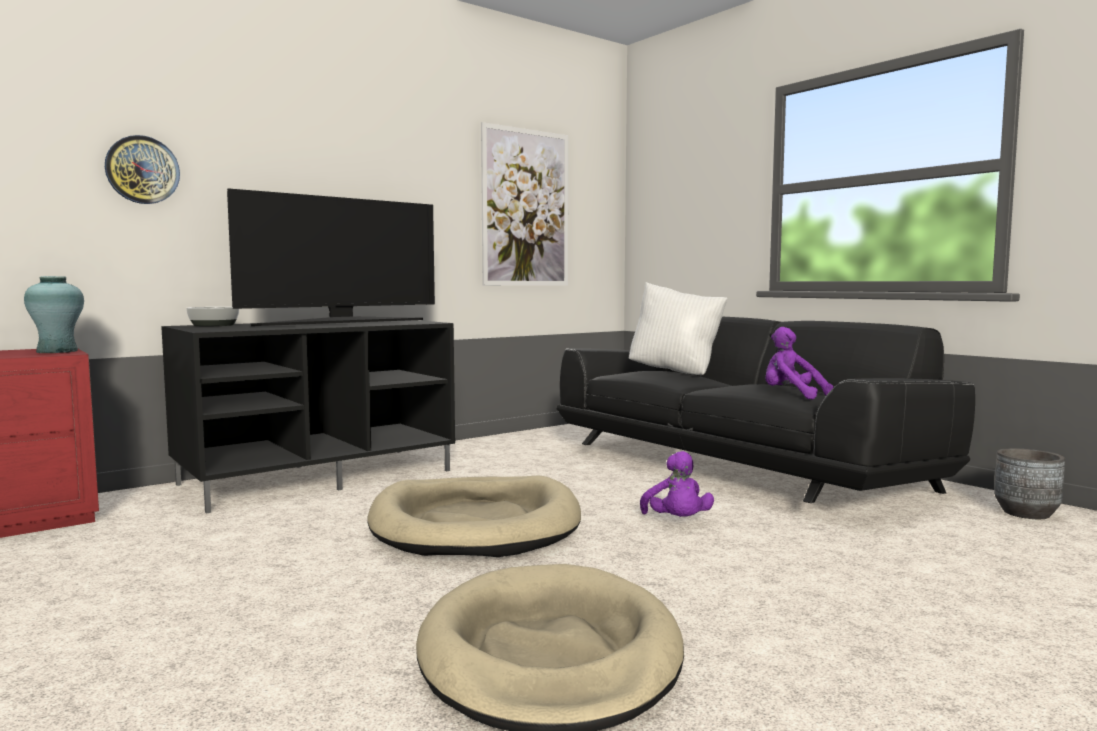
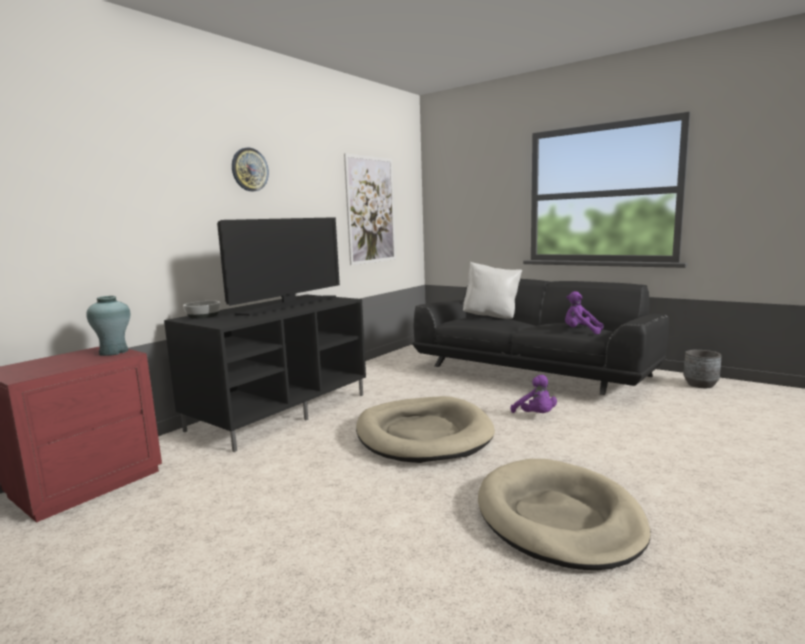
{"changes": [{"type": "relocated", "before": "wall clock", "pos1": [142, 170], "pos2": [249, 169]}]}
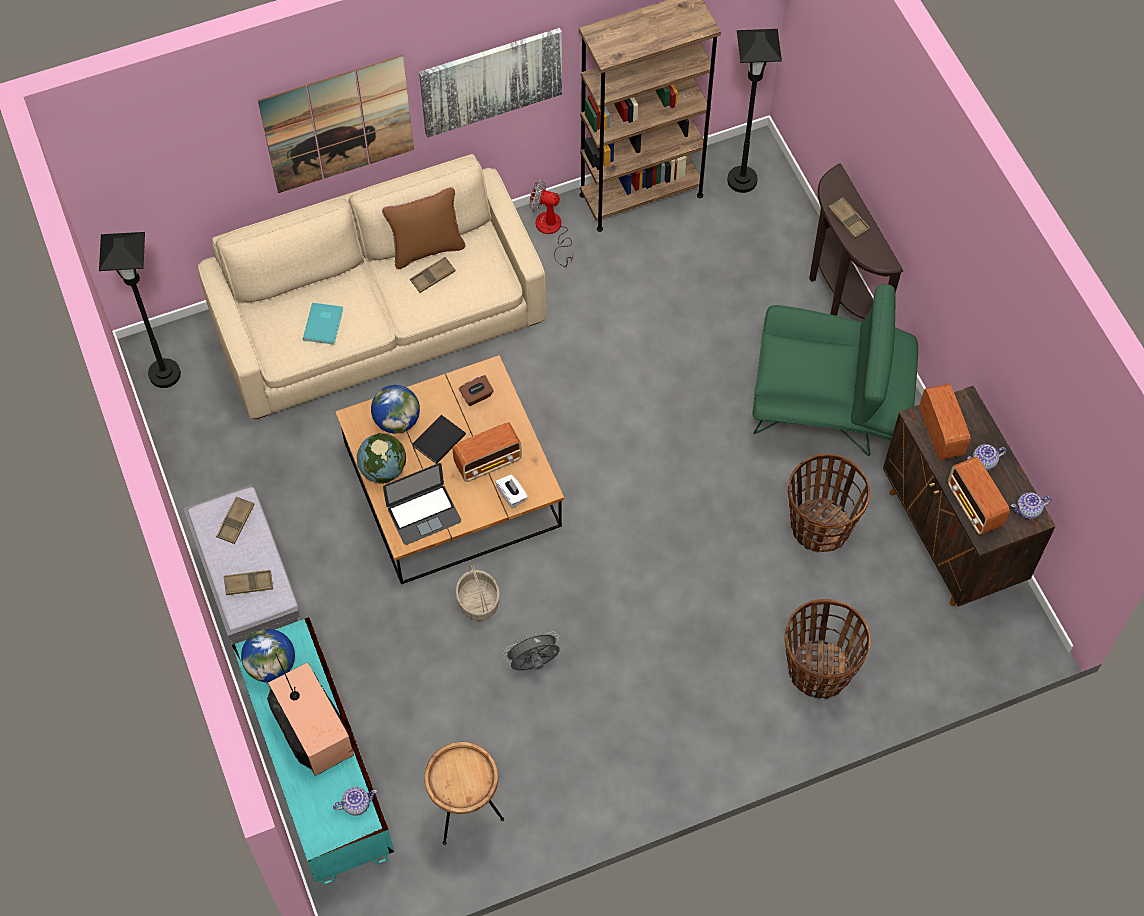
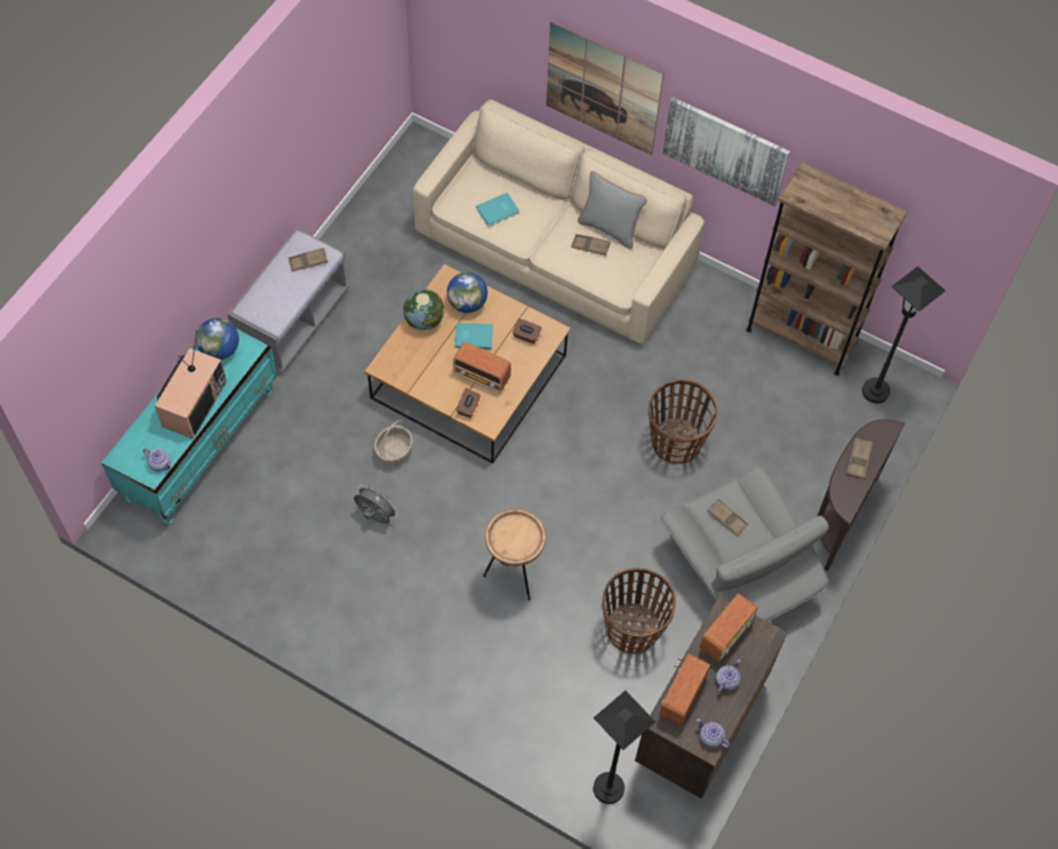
{"changes": [{"type": "missing", "before": "fan", "pos1": [552, 231]}, {"type": "colour", "before": "brown pillow", "after": "grey pillow", "pos1": [426, 249], "pos2": [609, 228]}, {"type": "relocated", "before": "black floor lamp", "pos1": [164, 374], "pos2": [608, 788]}, {"type": "colour", "before": "green armchair", "after": "grey armchair", "pos1": [829, 405], "pos2": [738, 571]}, {"type": "colour", "before": "black book", "after": "turquoise book", "pos1": [437, 440], "pos2": [473, 336]}, {"type": "spun", "before": "teapot", "pos1": [984, 462], "pos2": [726, 681], "turn": 90}, {"type": "missing", "before": "laptop", "pos1": [424, 514]}, {"type": "colour", "before": "white tissue box", "after": "brown tissue box", "pos1": [512, 495], "pos2": [468, 408]}, {"type": "relocated", "before": "brown tray", "pos1": [249, 584], "pos2": [727, 518]}, {"type": "relocated", "before": "basket", "pos1": [818, 670], "pos2": [675, 442]}, {"type": "relocated", "before": "brown side table", "pos1": [466, 815], "pos2": [513, 575]}]}
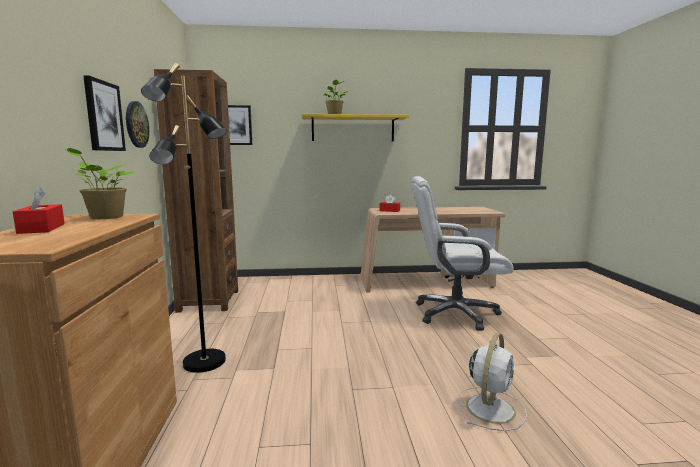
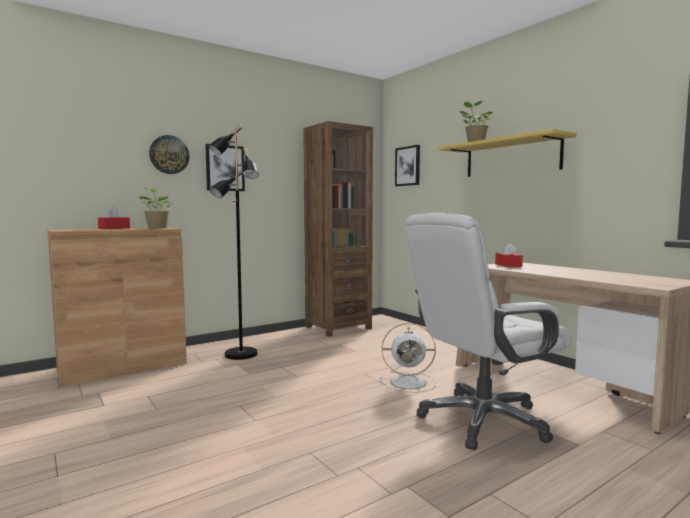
{"changes": [{"type": "relocated", "before": "wall clock", "pos1": [136, 124], "pos2": [169, 154]}, {"type": "spun", "before": "white office chair", "pos1": [454, 313], "pos2": [482, 420], "turn": -90}, {"type": "relocated", "before": "white fan", "pos1": [490, 407], "pos2": [409, 382]}]}
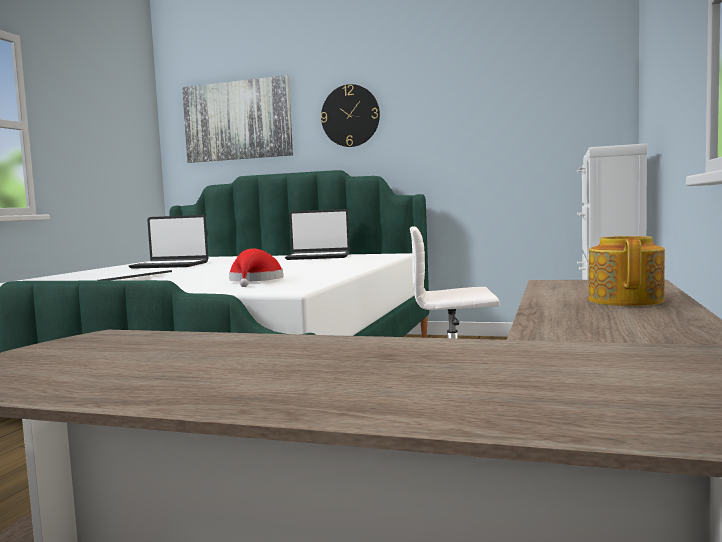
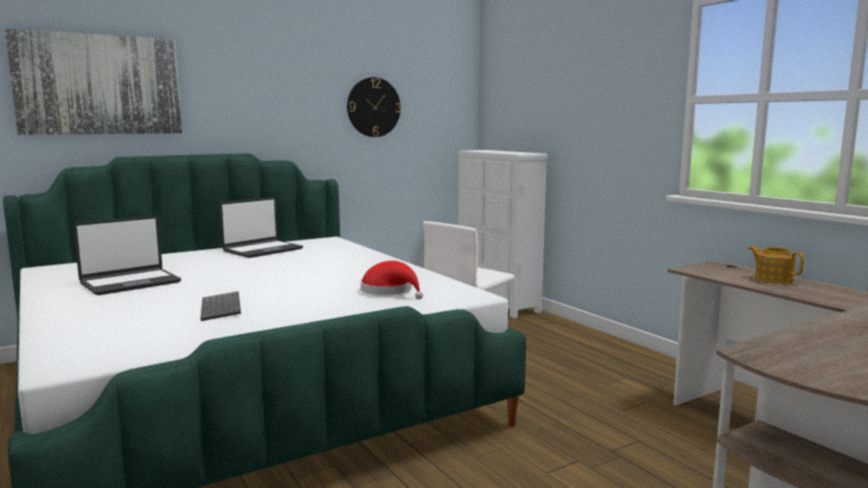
{"changes": [{"type": "relocated", "before": "wall clock", "pos1": [350, 116], "pos2": [373, 107]}]}
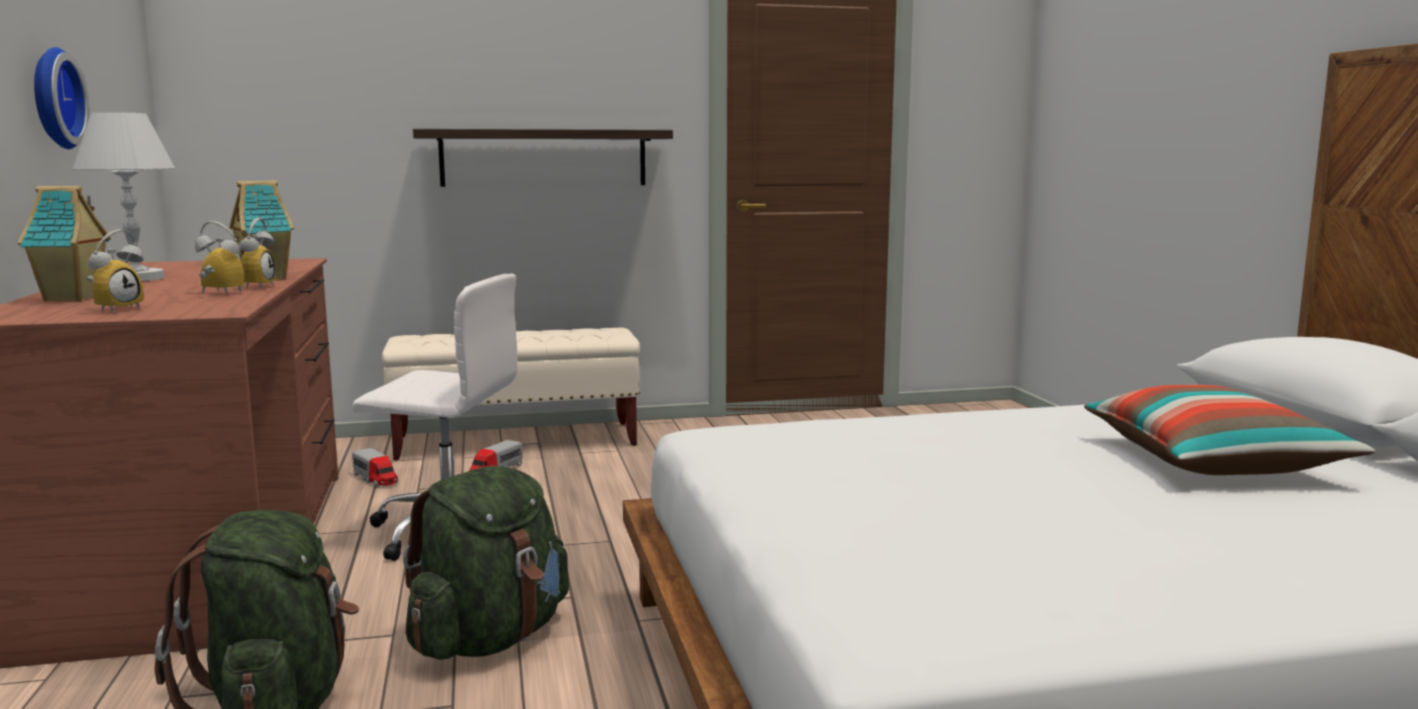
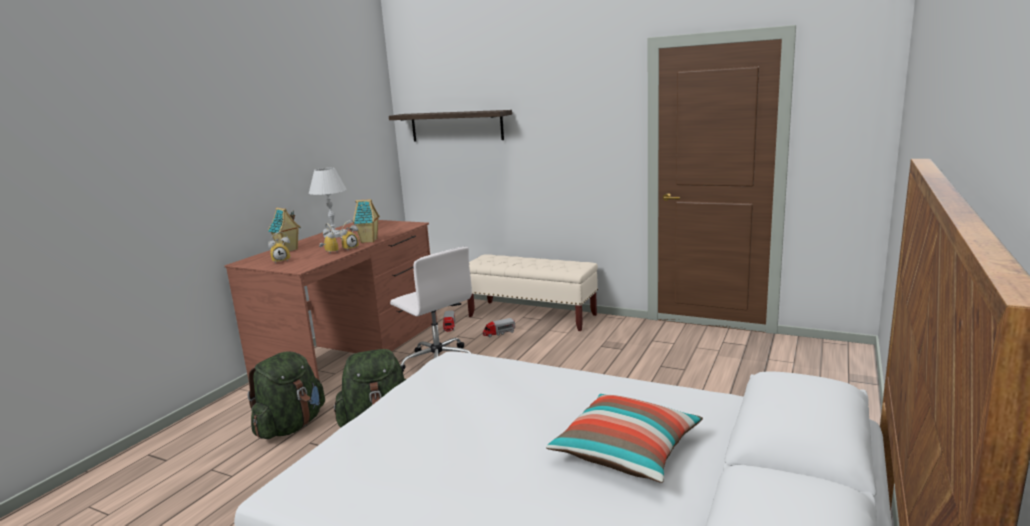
{"changes": [{"type": "missing", "before": "wall clock", "pos1": [51, 98]}, {"type": "relocated", "before": "shelf", "pos1": [544, 158], "pos2": [456, 126]}]}
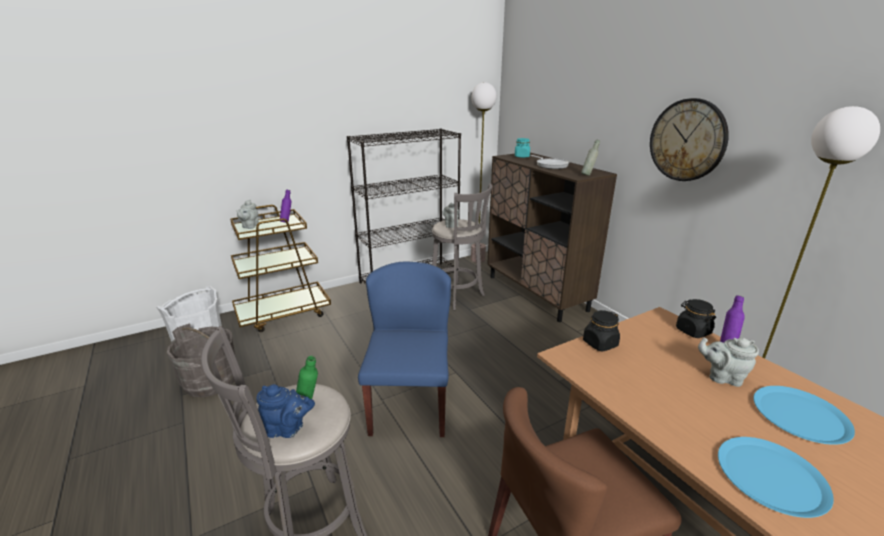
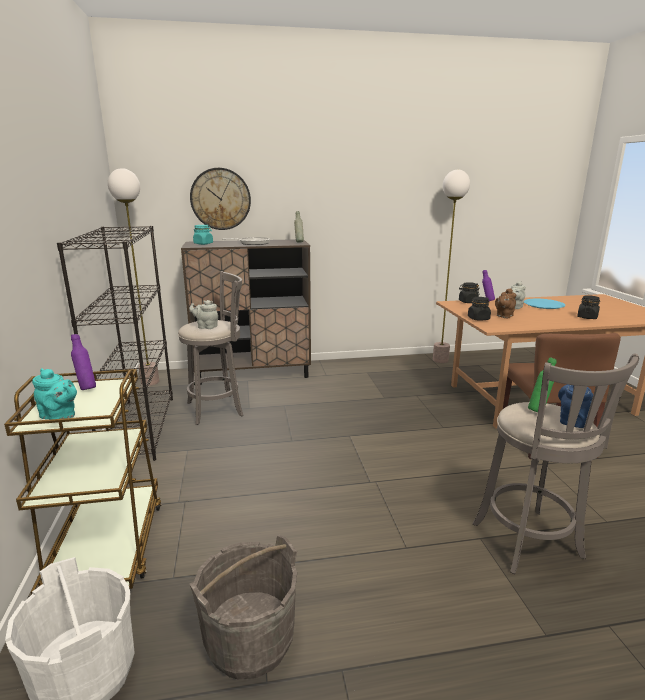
{"changes": [{"type": "relocated", "before": "wall clock", "pos1": [687, 140], "pos2": [220, 199]}, {"type": "colour", "before": "grey teapot", "after": "turquoise teapot", "pos1": [249, 226], "pos2": [60, 416]}, {"type": "missing", "before": "blue chair", "pos1": [409, 404]}, {"type": "exchanged", "before": "blue plate", "after": "black jar", "pos1": [771, 476], "pos2": [587, 317]}, {"type": "appeared", "after": "brown teapot", "pos2": [504, 316]}]}
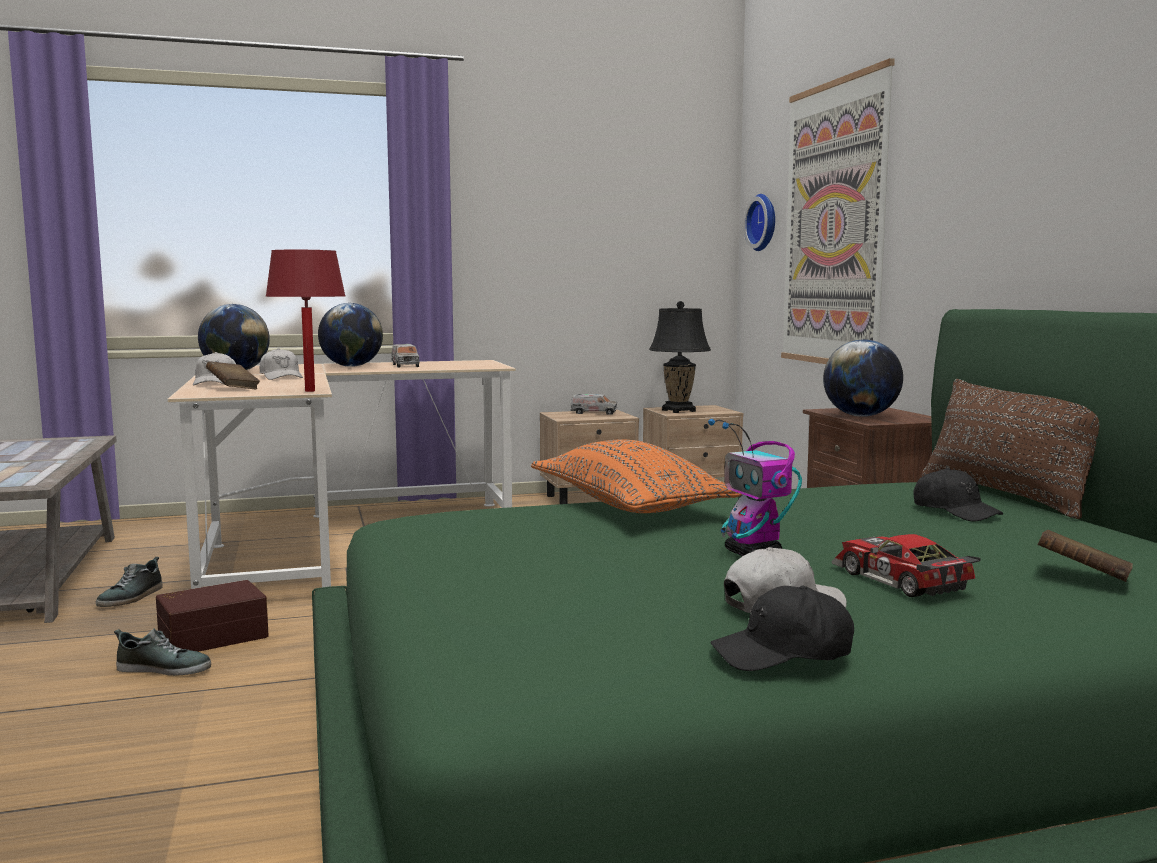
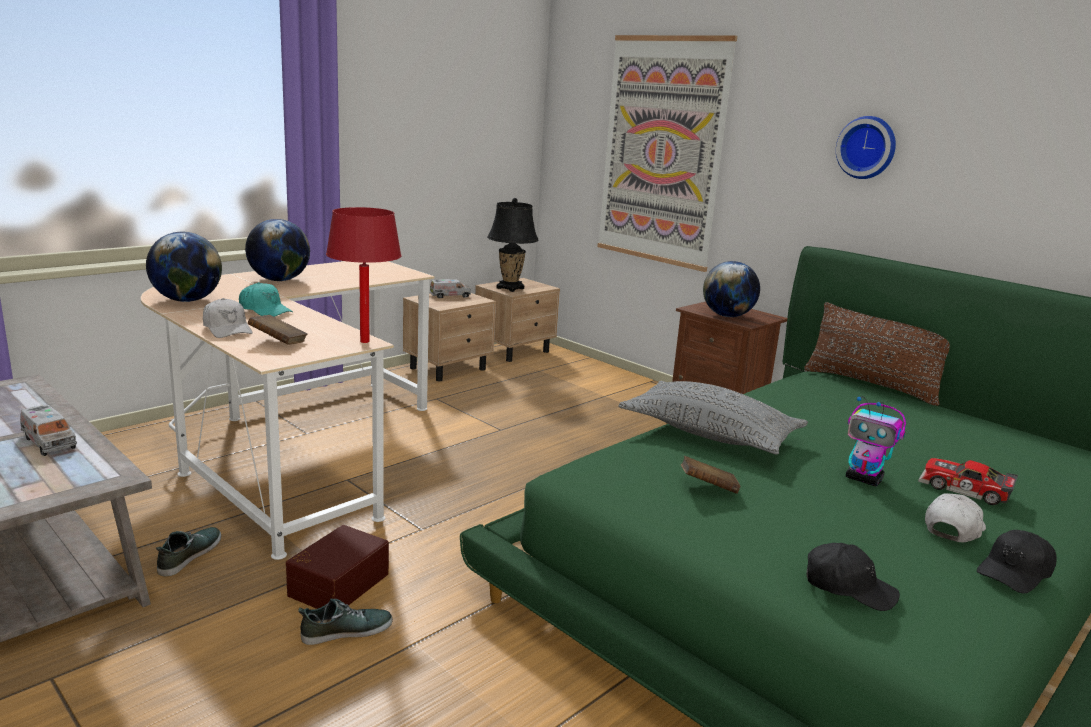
{"changes": [{"type": "relocated", "before": "wall clock", "pos1": [764, 222], "pos2": [867, 147]}, {"type": "relocated", "before": "toy truck", "pos1": [405, 365], "pos2": [49, 442]}, {"type": "colour", "before": "white cap", "after": "turquoise cap", "pos1": [281, 377], "pos2": [265, 311]}, {"type": "colour", "before": "orange pillow", "after": "grey pillow", "pos1": [630, 506], "pos2": [709, 434]}, {"type": "relocated", "before": "black cap", "pos1": [955, 511], "pos2": [848, 587]}, {"type": "relocated", "before": "brown book", "pos1": [1082, 577], "pos2": [707, 488]}, {"type": "spun", "before": "shoe", "pos1": [131, 597], "pos2": [189, 555], "turn": -150}]}
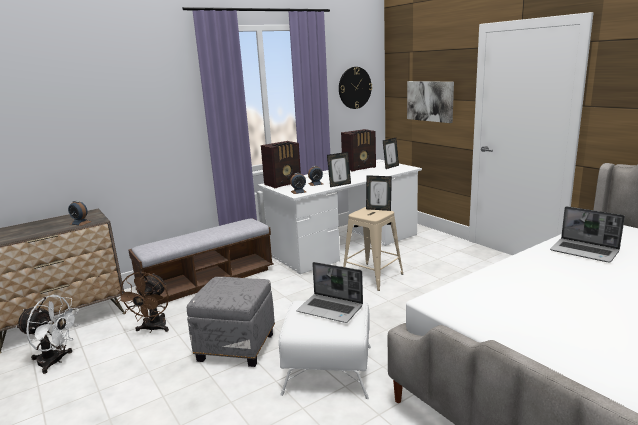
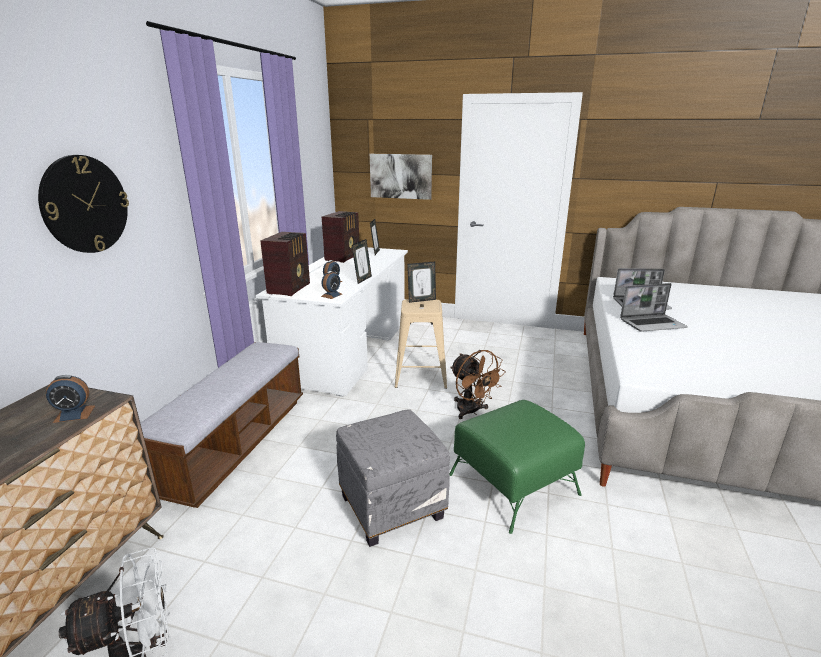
{"changes": [{"type": "relocated", "before": "wall clock", "pos1": [354, 88], "pos2": [85, 204]}, {"type": "relocated", "before": "laptop", "pos1": [331, 309], "pos2": [652, 324]}, {"type": "relocated", "before": "brown fan", "pos1": [153, 329], "pos2": [471, 412]}, {"type": "colour", "before": "white ottoman", "after": "green ottoman", "pos1": [329, 369], "pos2": [514, 484]}]}
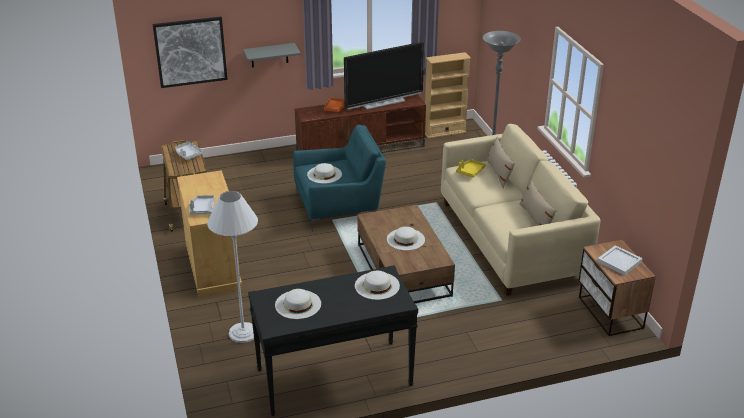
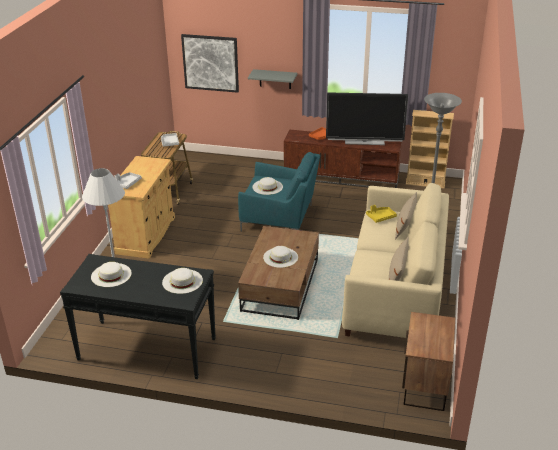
{"changes": [{"type": "missing", "before": "white tray", "pos1": [619, 261]}]}
